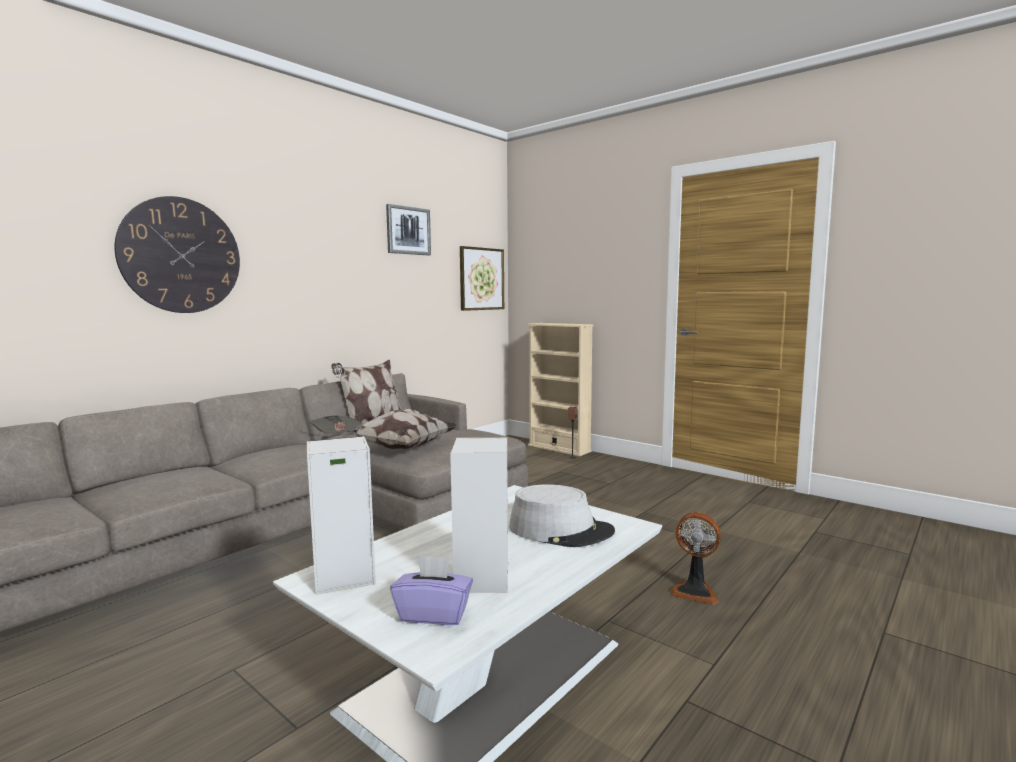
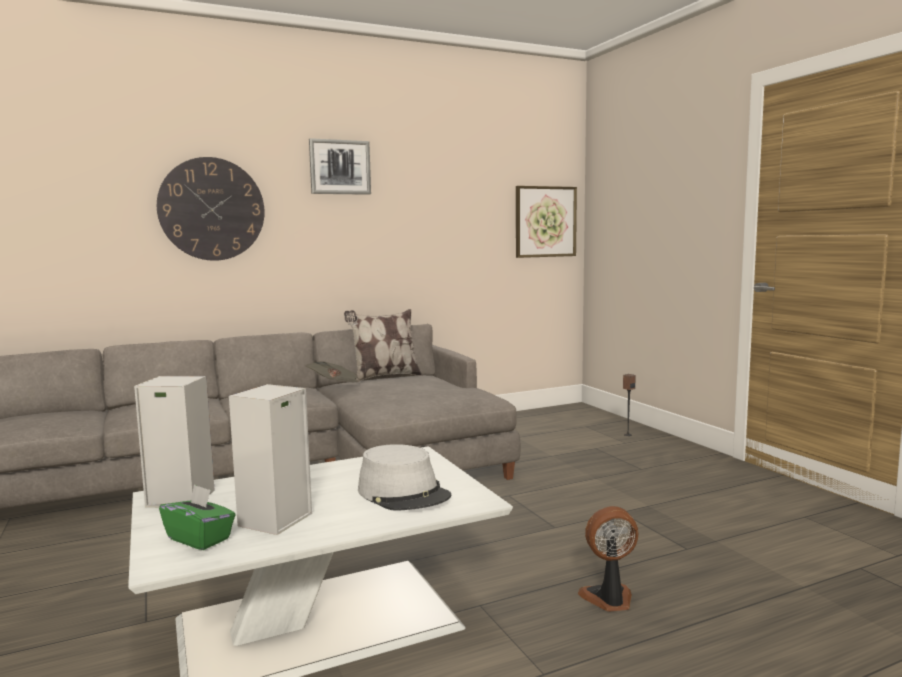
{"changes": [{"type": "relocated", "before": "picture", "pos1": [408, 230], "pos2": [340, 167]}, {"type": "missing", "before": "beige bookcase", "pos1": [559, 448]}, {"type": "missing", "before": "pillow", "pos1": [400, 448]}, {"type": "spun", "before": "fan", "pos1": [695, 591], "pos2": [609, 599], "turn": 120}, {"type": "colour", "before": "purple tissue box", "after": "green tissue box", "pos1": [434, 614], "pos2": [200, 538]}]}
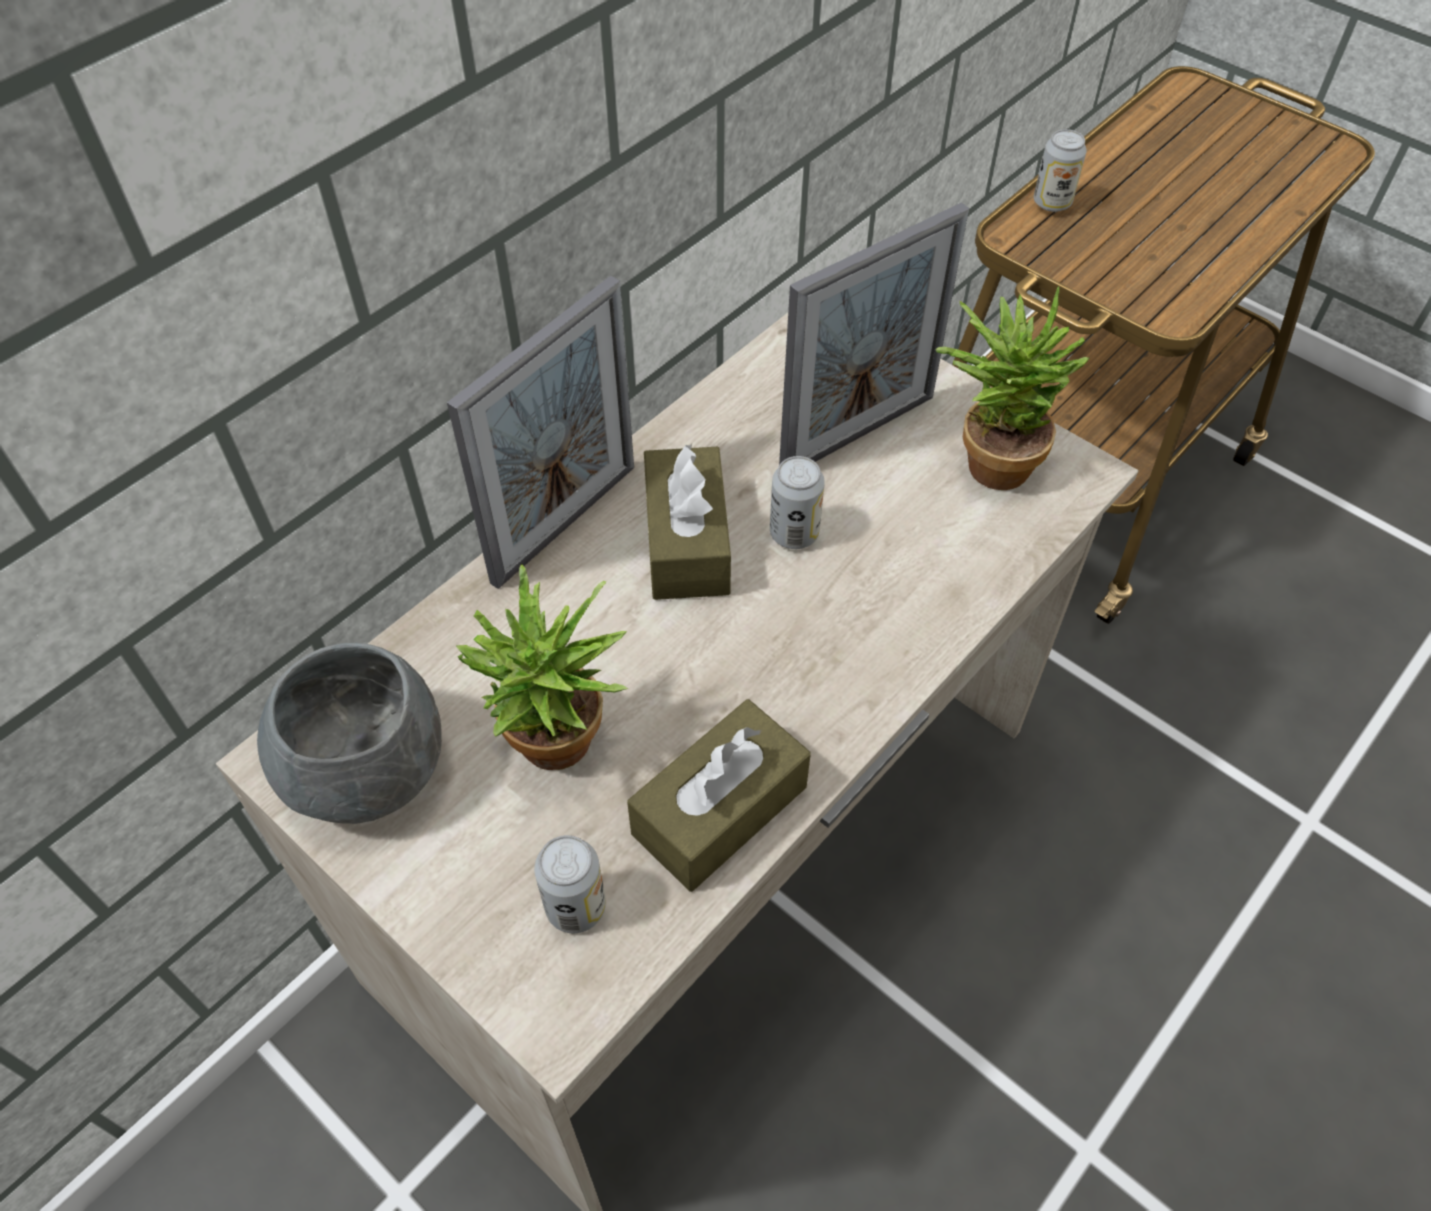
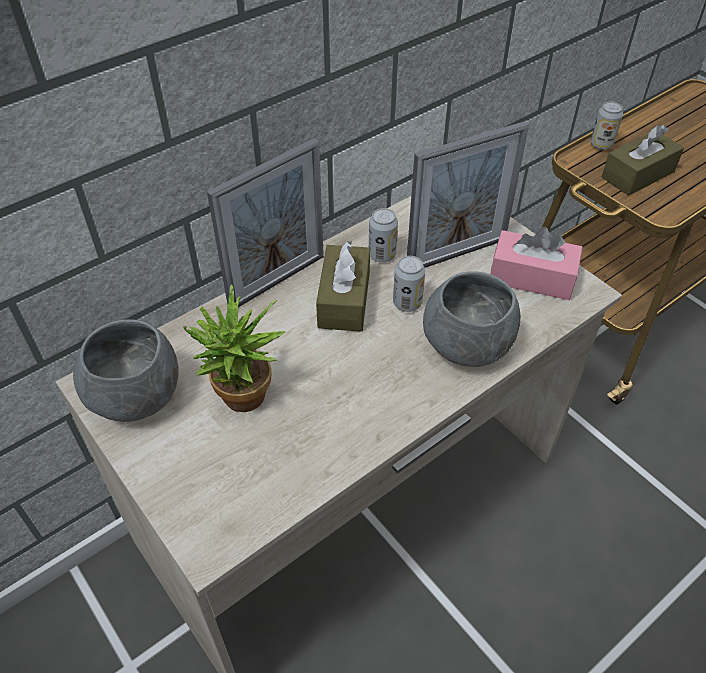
{"changes": [{"type": "exchanged", "before": "potted plant", "after": "pink tissue box", "pos1": [989, 459], "pos2": [532, 277]}, {"type": "relocated", "before": "brown tissue box", "pos1": [719, 810], "pos2": [638, 174]}, {"type": "relocated", "before": "can", "pos1": [575, 907], "pos2": [382, 255]}, {"type": "appeared", "after": "grey bowl", "pos2": [467, 346]}]}
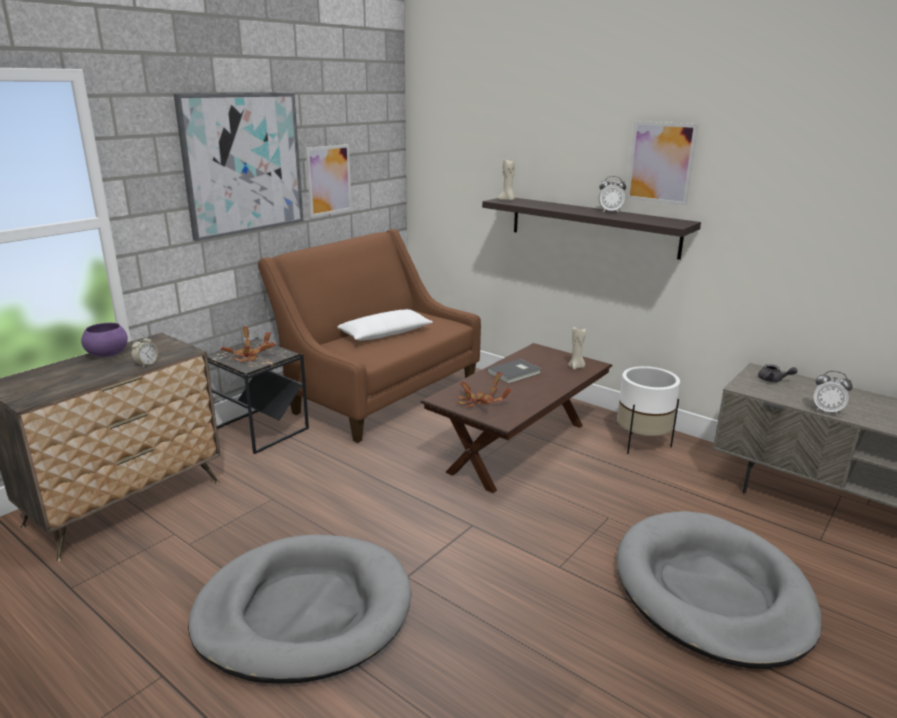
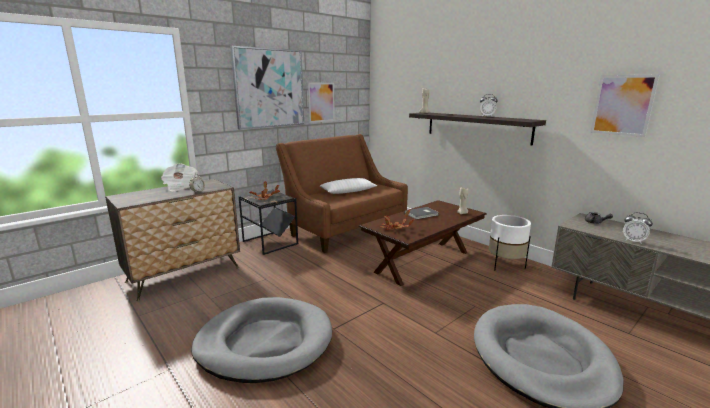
{"changes": [{"type": "relocated", "before": "picture", "pos1": [660, 163], "pos2": [622, 105]}, {"type": "exchanged", "before": "purple bowl", "after": "newspaper", "pos1": [108, 354], "pos2": [180, 186]}]}
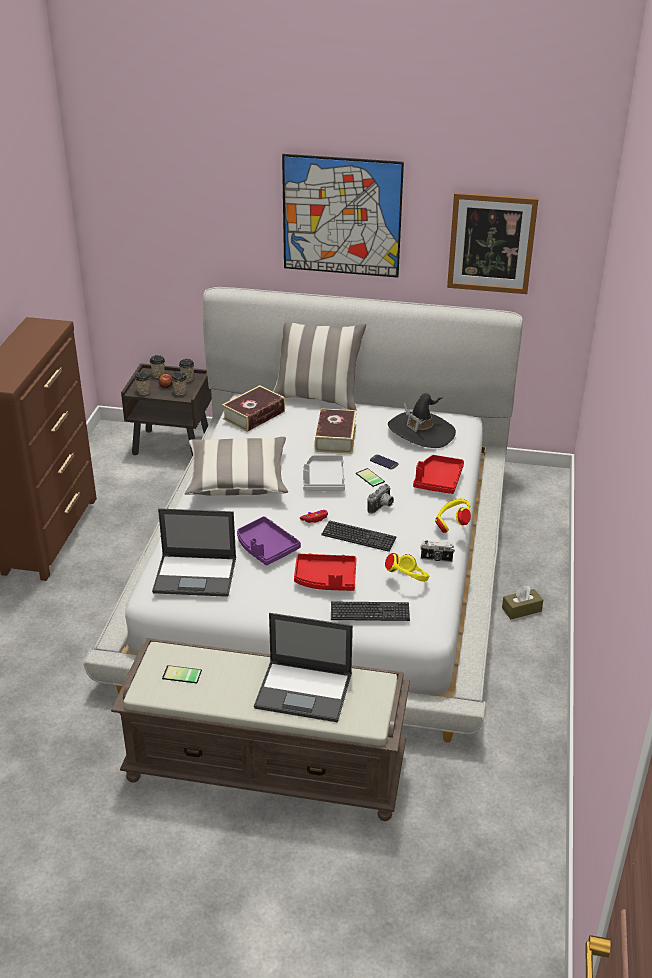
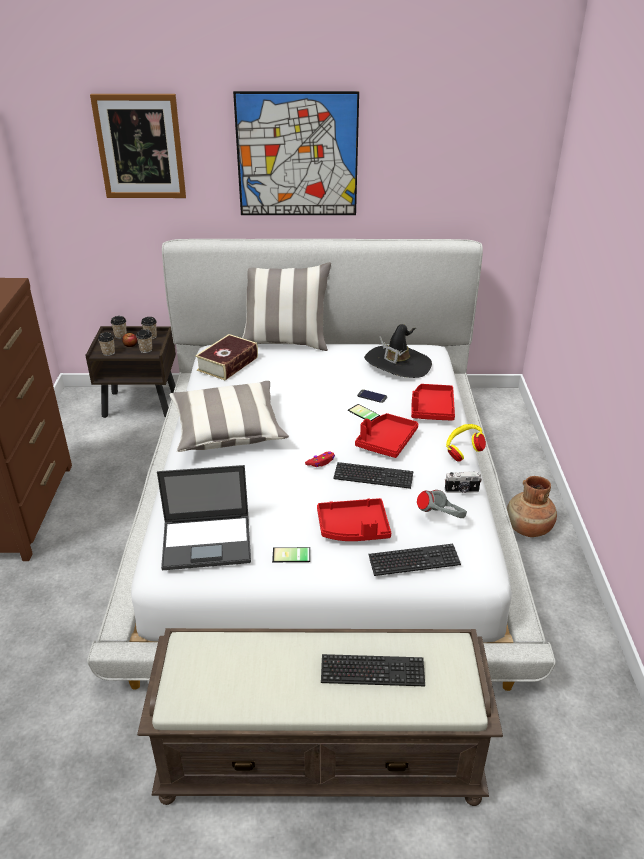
{"changes": [{"type": "relocated", "before": "picture", "pos1": [491, 243], "pos2": [140, 147]}, {"type": "missing", "before": "book", "pos1": [335, 438]}, {"type": "missing", "before": "grey tray", "pos1": [323, 480]}, {"type": "exchanged", "before": "photo camera", "after": "red tray", "pos1": [382, 507], "pos2": [386, 442]}, {"type": "missing", "before": "purple tray", "pos1": [266, 548]}, {"type": "colour", "before": "yellow headphones", "after": "grey headphones", "pos1": [408, 581], "pos2": [441, 518]}, {"type": "exchanged", "before": "brown tissue box", "after": "brown vase", "pos1": [521, 610], "pos2": [528, 529]}, {"type": "exchanged", "before": "laptop", "after": "keyboard", "pos1": [305, 691], "pos2": [372, 672]}, {"type": "relocated", "before": "phone", "pos1": [181, 676], "pos2": [291, 556]}]}
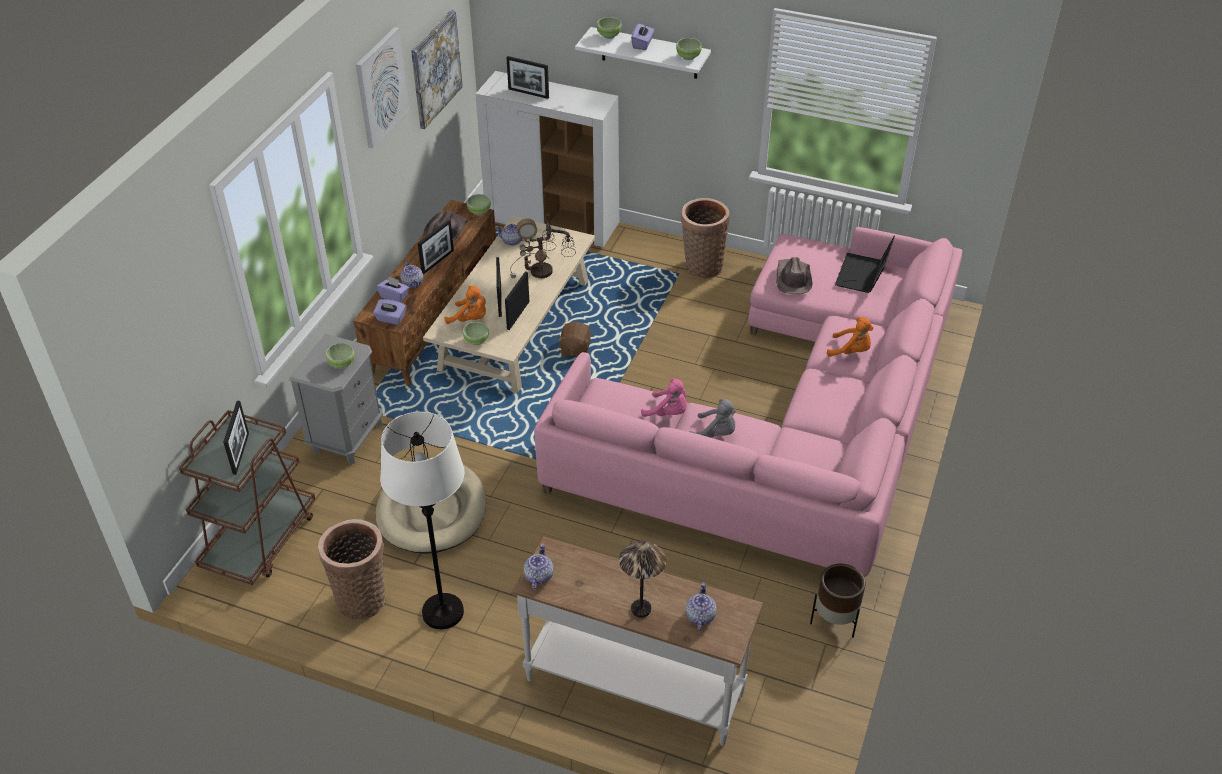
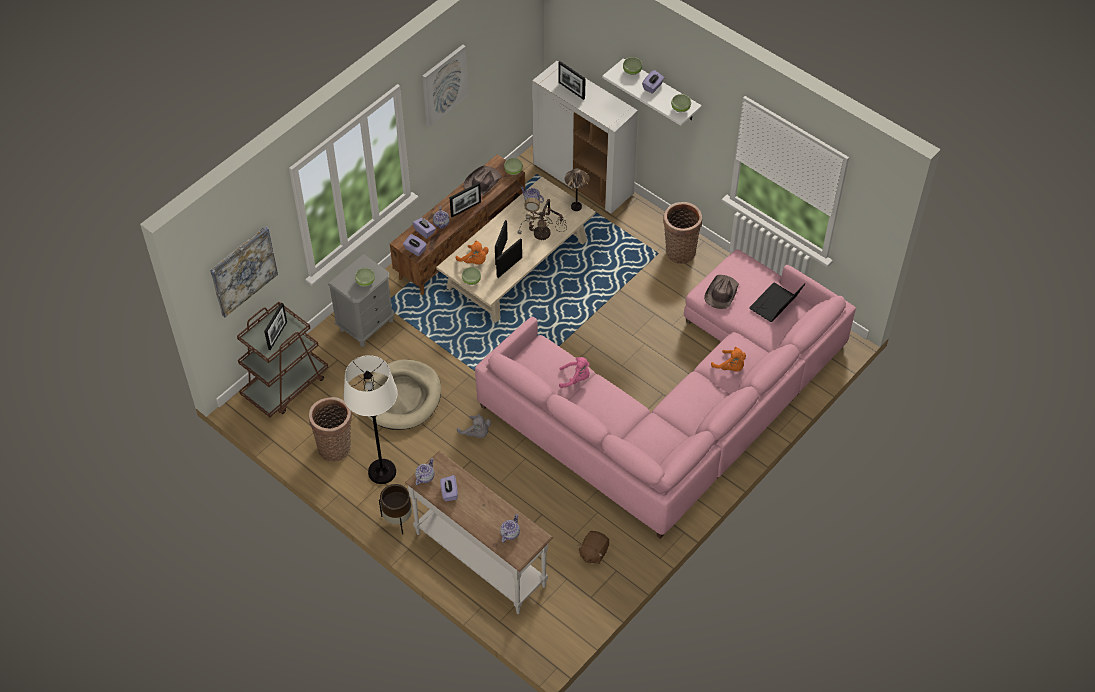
{"changes": [{"type": "relocated", "before": "picture", "pos1": [435, 69], "pos2": [243, 271]}, {"type": "relocated", "before": "brown plush toy", "pos1": [574, 350], "pos2": [593, 552]}, {"type": "spun", "before": "pink plush toy", "pos1": [668, 413], "pos2": [575, 378], "turn": -45}, {"type": "relocated", "before": "grey plush toy", "pos1": [716, 433], "pos2": [476, 433]}, {"type": "relocated", "before": "table lamp", "pos1": [641, 609], "pos2": [576, 207]}, {"type": "relocated", "before": "brown planter", "pos1": [835, 621], "pos2": [398, 520]}, {"type": "appeared", "after": "purple tissue box", "pos2": [449, 492]}]}
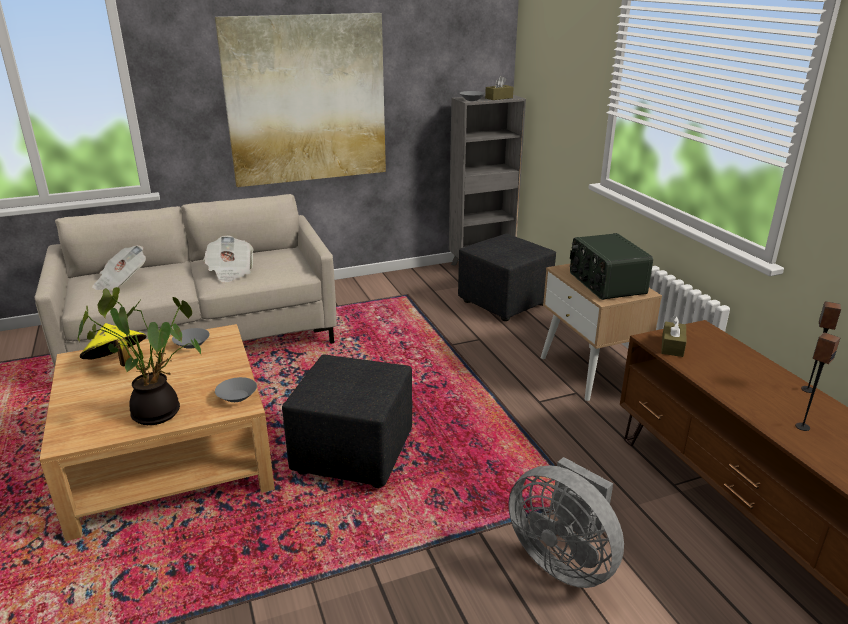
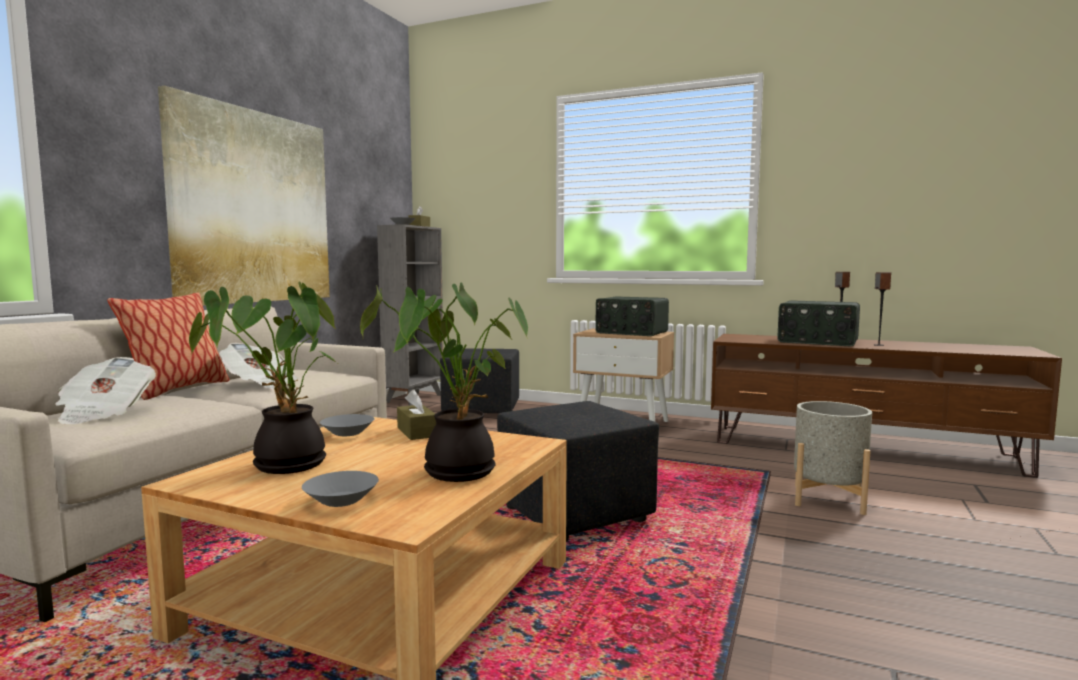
{"changes": [{"type": "relocated", "before": "brown tissue box", "pos1": [672, 346], "pos2": [417, 432]}, {"type": "exchanged", "before": "yellow hat", "after": "potted plant", "pos1": [117, 363], "pos2": [283, 465]}, {"type": "relocated", "before": "grey bowl", "pos1": [237, 397], "pos2": [341, 501]}, {"type": "exchanged", "before": "grey fan", "after": "grey planter", "pos1": [563, 560], "pos2": [828, 499]}, {"type": "appeared", "after": "pillow", "pos2": [177, 390]}, {"type": "appeared", "after": "radio", "pos2": [817, 342]}]}
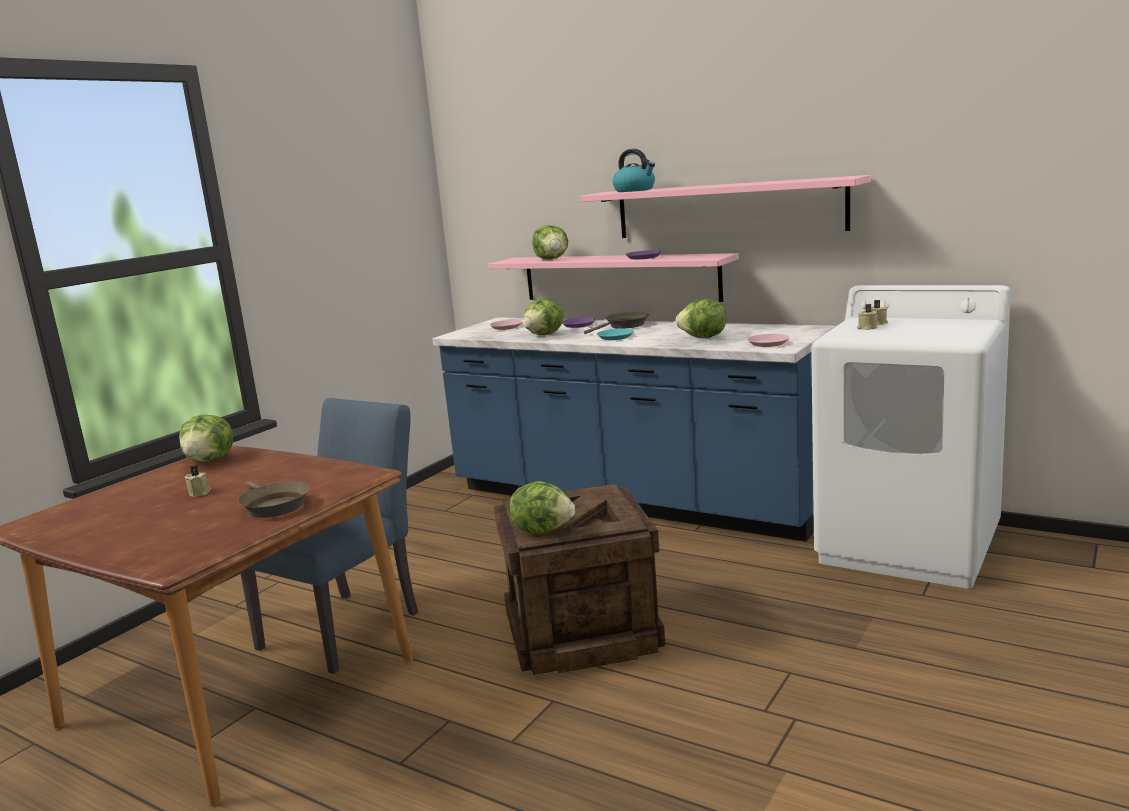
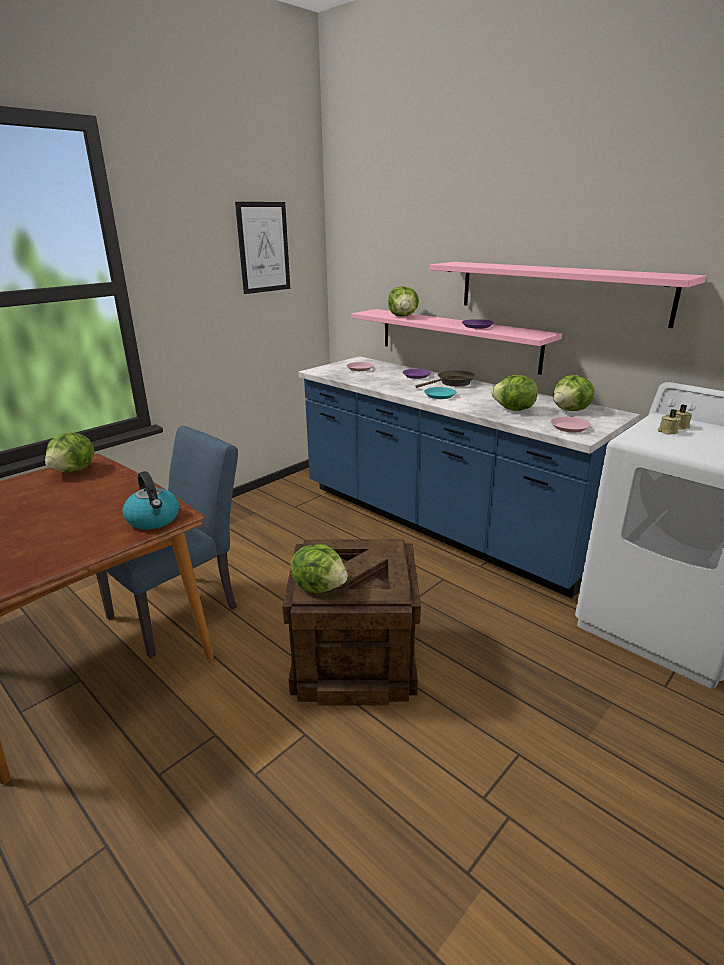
{"changes": [{"type": "relocated", "before": "kettle", "pos1": [635, 190], "pos2": [154, 519]}, {"type": "relocated", "before": "lettuce", "pos1": [545, 335], "pos2": [570, 410]}, {"type": "missing", "before": "beige candle", "pos1": [200, 493]}, {"type": "missing", "before": "brown frying pan", "pos1": [273, 506]}, {"type": "appeared", "after": "picture", "pos2": [263, 247]}]}
